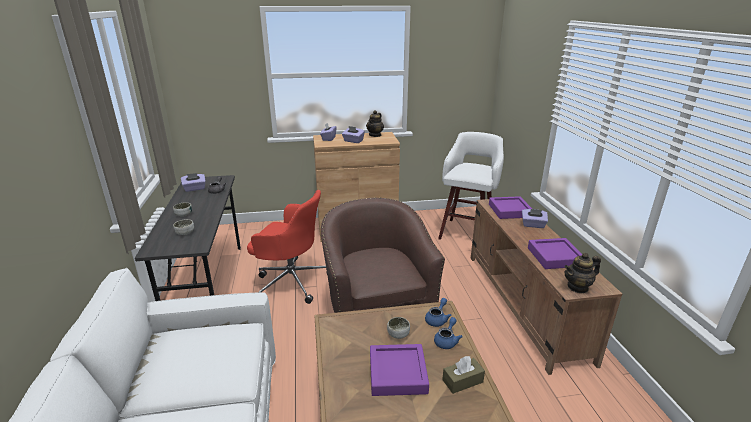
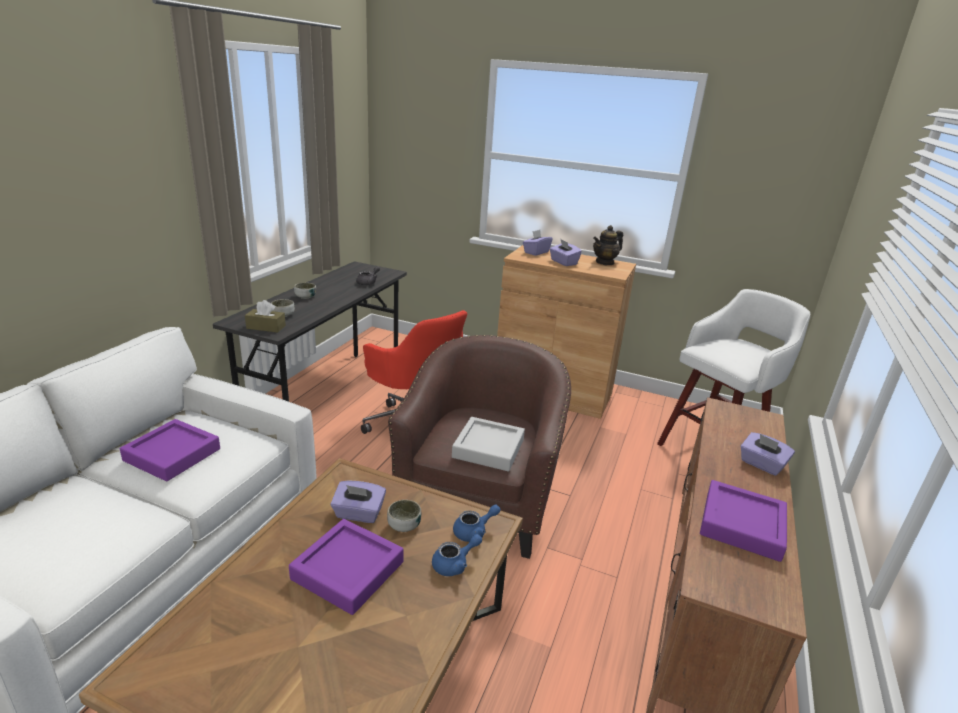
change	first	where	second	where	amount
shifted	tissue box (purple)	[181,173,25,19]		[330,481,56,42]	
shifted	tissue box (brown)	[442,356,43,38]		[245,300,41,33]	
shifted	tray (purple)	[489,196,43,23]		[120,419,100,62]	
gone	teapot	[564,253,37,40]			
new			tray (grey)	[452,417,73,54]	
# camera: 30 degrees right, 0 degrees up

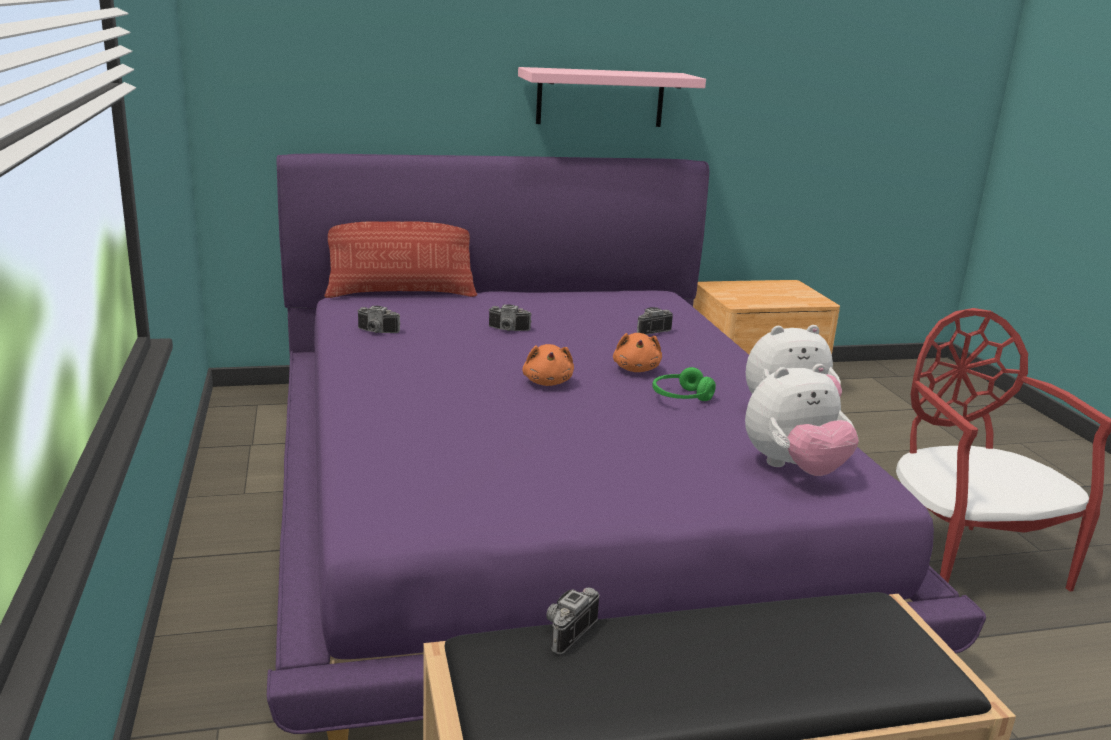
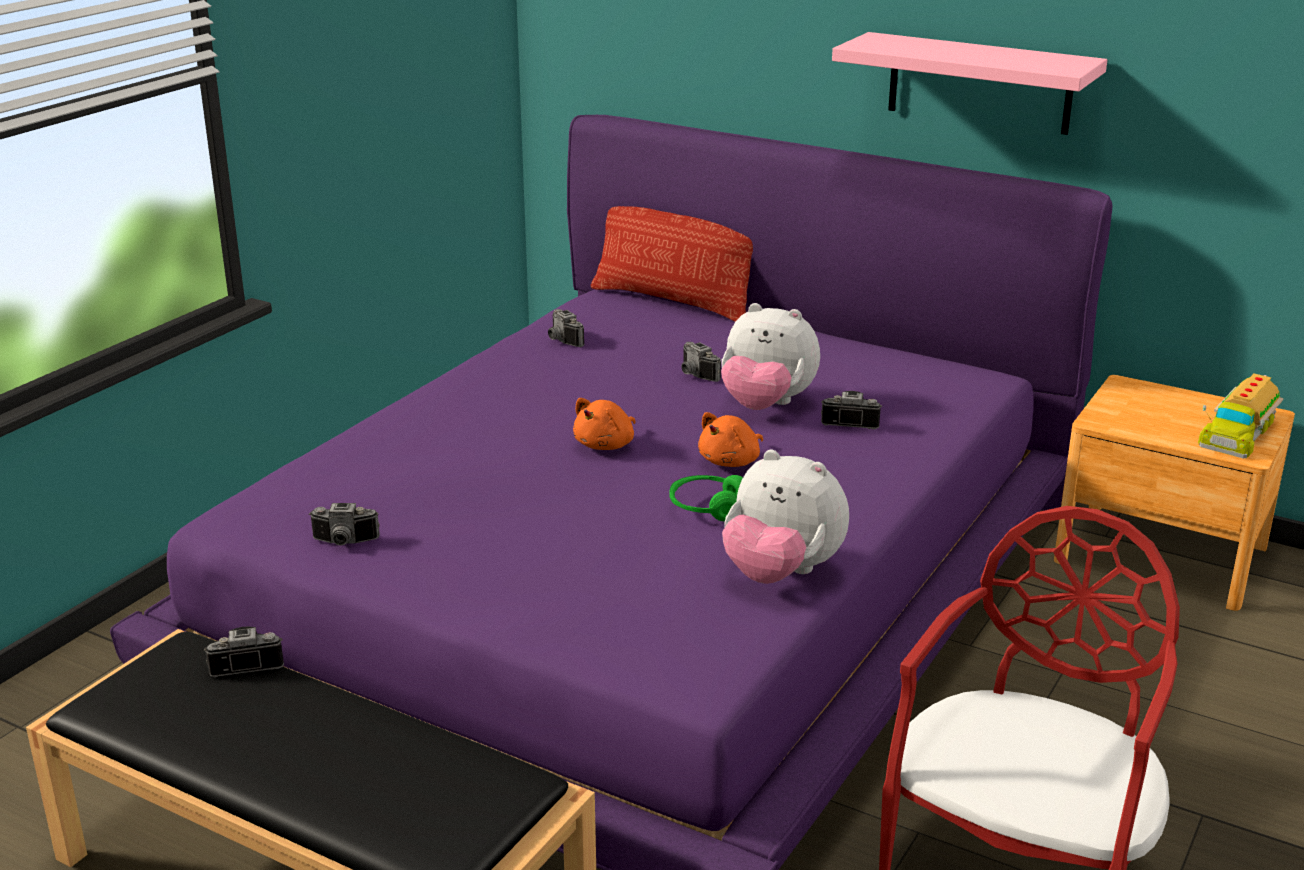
change	first	where	second	where	amount
shifted	plush toy	[745,364,114,112]		[721,303,99,107]	
new			photo camera	[309,503,71,42]	
new			toy truck	[1198,374,85,84]	
# camera: 45 degrees right, 5 degrees up

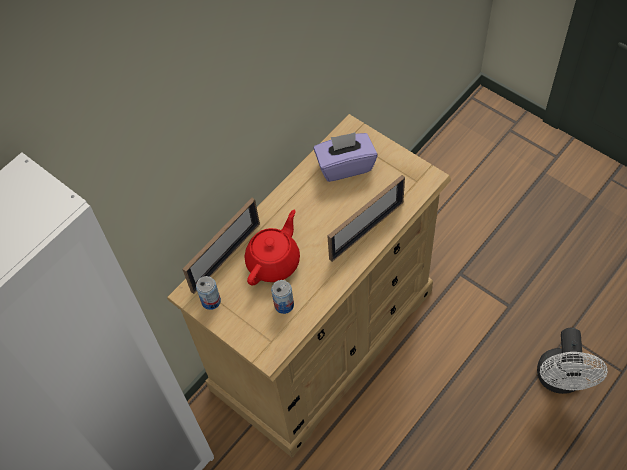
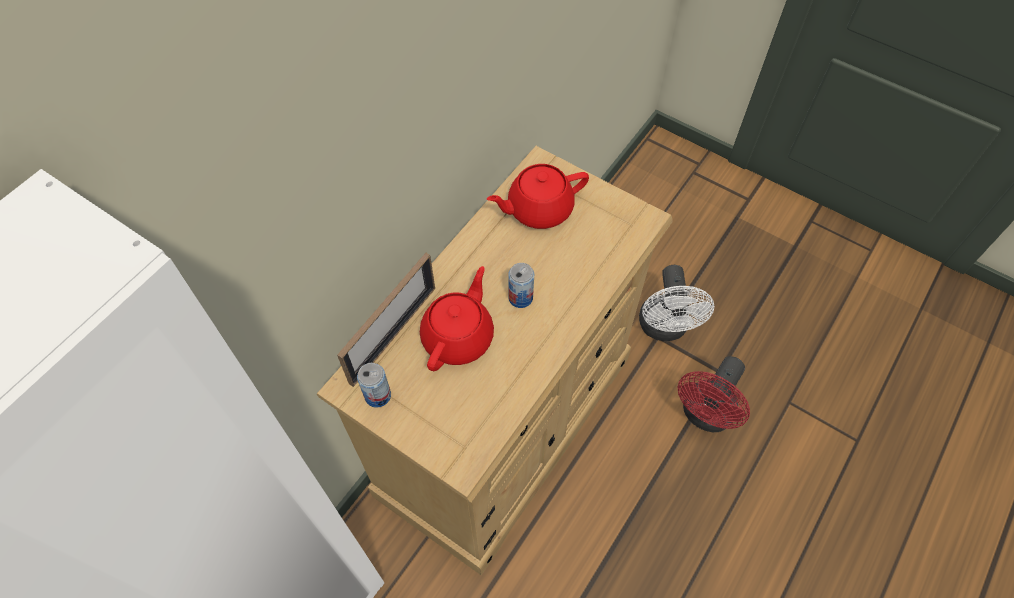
change	first	where	second	where	amount
shifted	can	[271,280,23,34]		[508,263,26,45]	
swapped	tissue box (purple)	[313,132,65,50]	teapot (red)	[487,164,102,65]	
gone	picture frame	[327,175,78,87]			
shifted	fan (white)	[537,328,71,66]		[639,265,75,76]	
new			fan (red)	[677,356,73,76]	
# camera: 10 degrees left, 0 degrees up

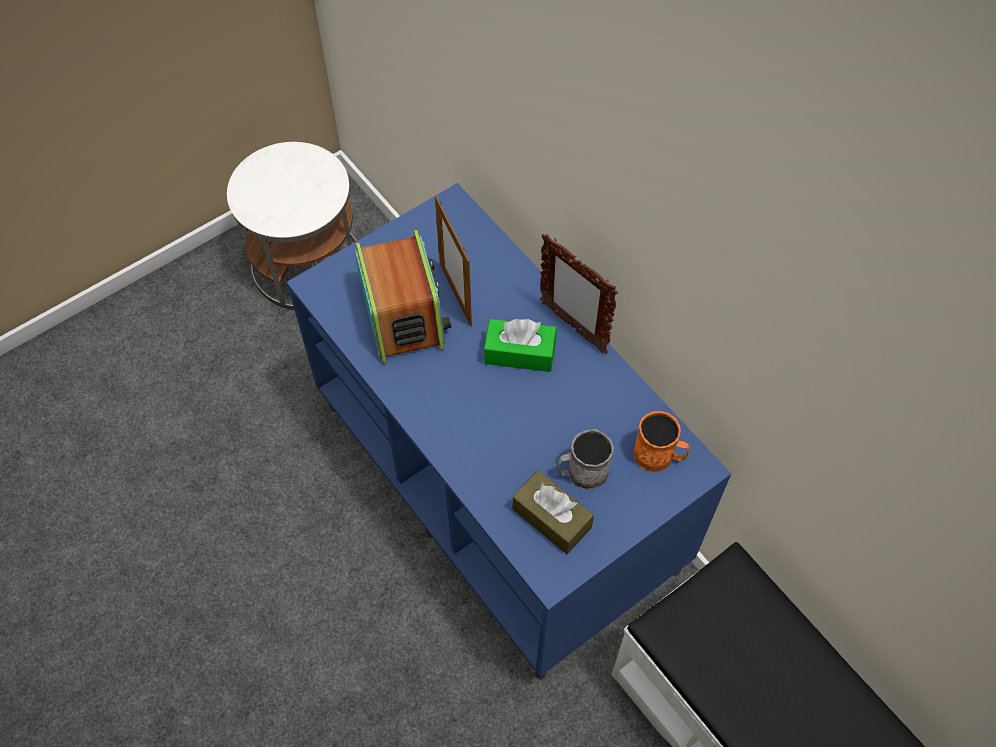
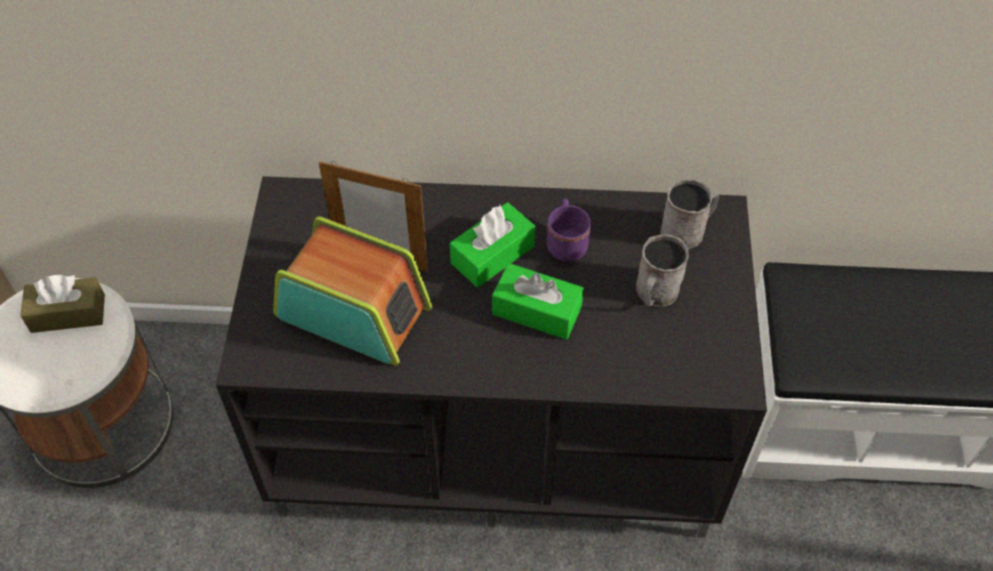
change	first	where	second	where	amount
repainted	tv stand (blue)	[287,183,444,497]	tv stand (black)	[216,176,551,362]	
shifted	tissue box (brown)	[512,470,82,84]		[20,275,85,58]	
gone	picture frame	[540,234,78,120]			
repainted	mug (orange)	[633,411,57,61]	mug (grey)	[661,178,58,71]	
new			tissue box (green)	[492,263,92,77]	
new			mug (purple)	[547,199,44,62]	
# camera: 50 degrees left, 5 degrees down

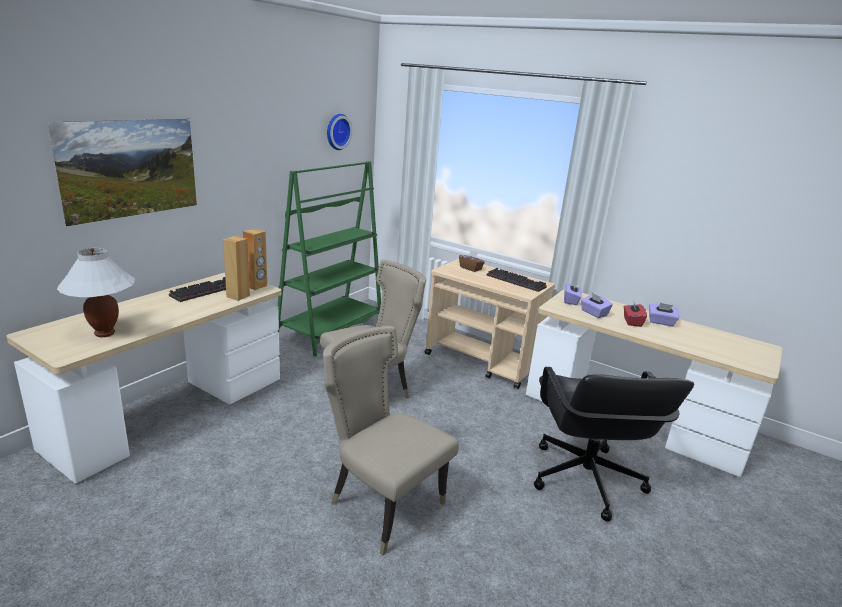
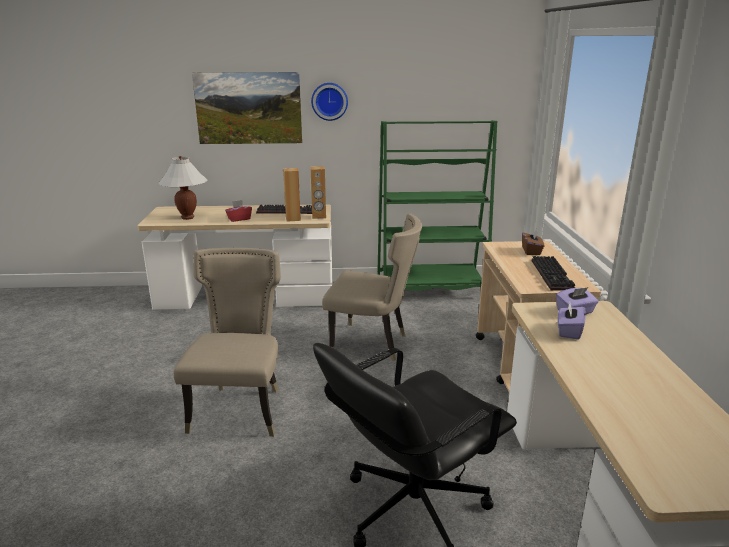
change	first	where	second	where	amount
shifted	wall clock	[327,114,25,36]		[311,83,37,38]	
shifted	tissue box (red)	[624,300,23,27]		[225,200,27,22]	
gone	tissue box (purple)	[649,303,30,23]			
# camera: 55 degrees right, 0 degrees up

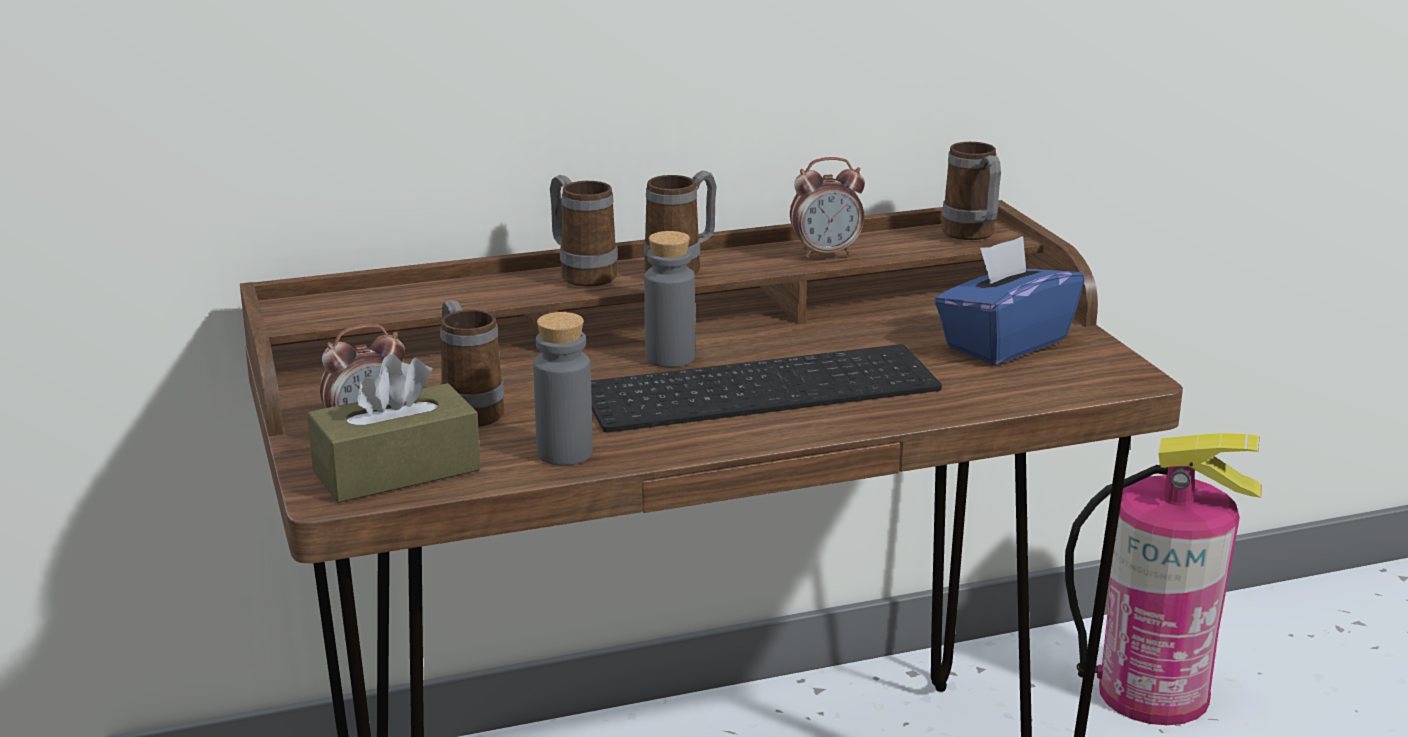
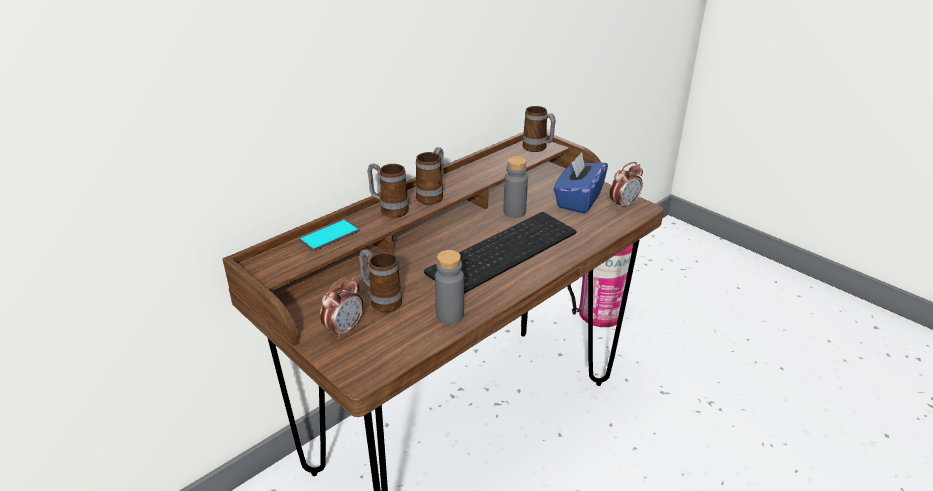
change	first	where	second	where	amount
gone	tissue box (brown)	[307,354,174,149]			
shifted	bottle (grey)	[644,231,51,136]		[504,156,24,62]	
shifted	alarm clock	[790,157,75,101]		[609,162,34,48]	
new			phone	[299,219,61,32]	
# camera: 25 degrees left, 10 degrees up

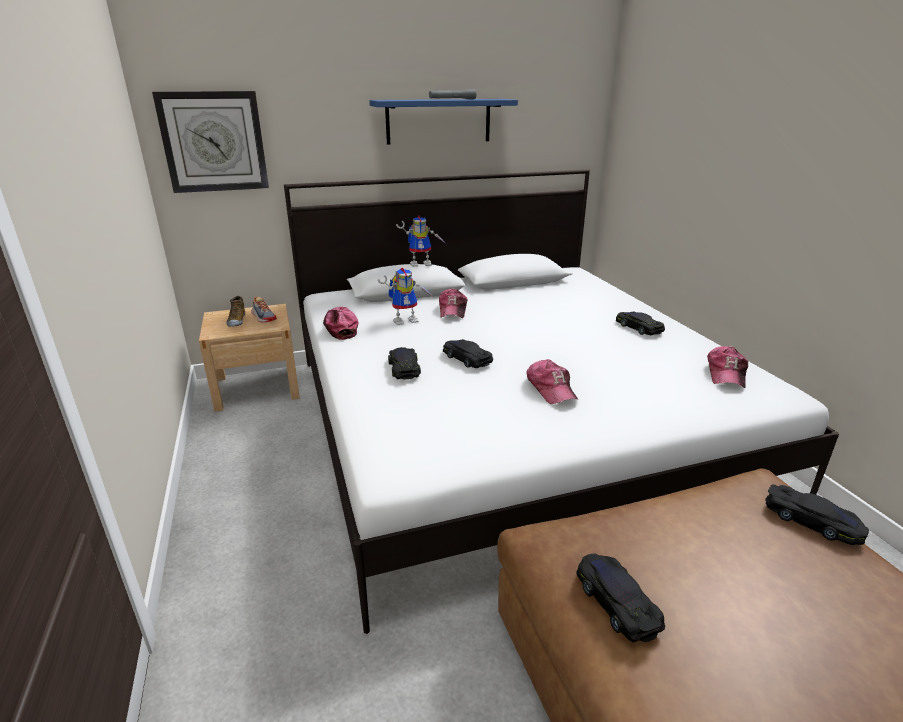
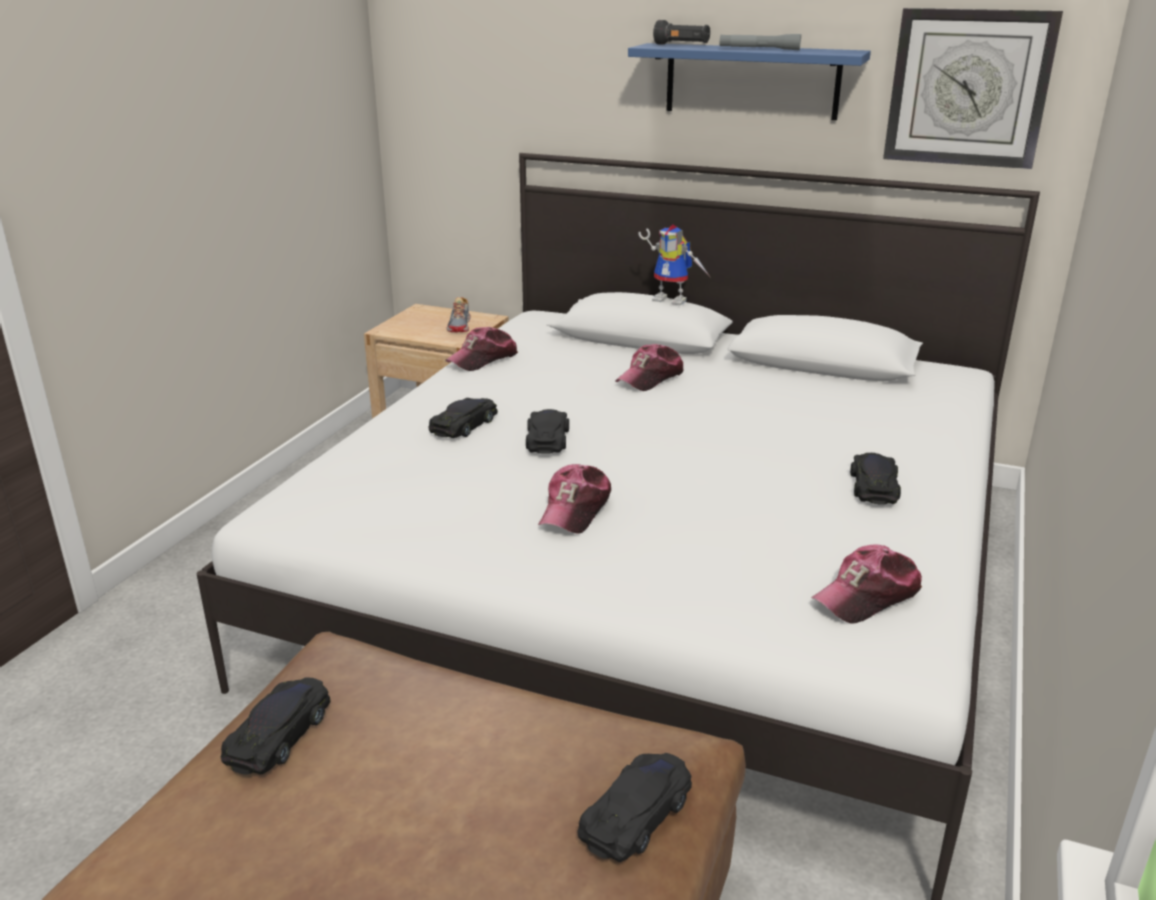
change	first	where	second	where	amount
shifted	wall clock	[152,91,117,102]		[883,8,180,161]	
gone	shoe	[226,296,19,31]			
rotated	cap	[323,307,35,33]		[445,327,73,44]	150 degrees counterclockwise
gone	toy robot	[378,268,54,57]			
rotated	toy car (black)	[765,485,104,60]		[577,753,115,109]	135 degrees counterclockwise
new			flashlight (black)	[653,20,57,25]	
# camera: 40 degrees right, 0 degrees up

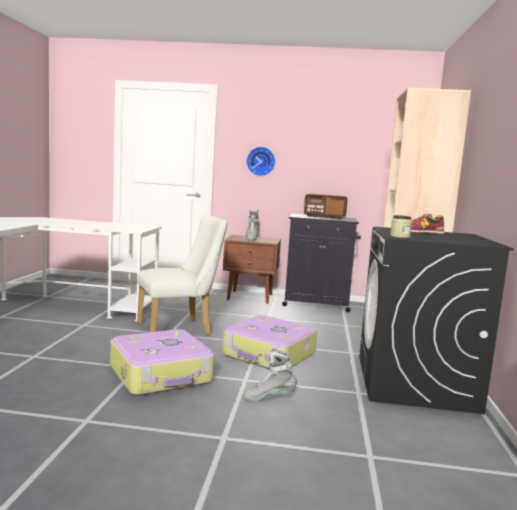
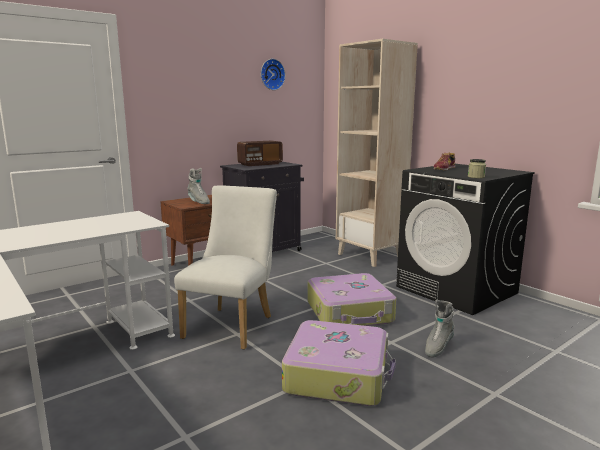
change	first	where	second	where	amount
shifted	wall clock	[246,147,29,29]		[261,59,25,31]	
# camera: 45 degrees left, 5 degrees up

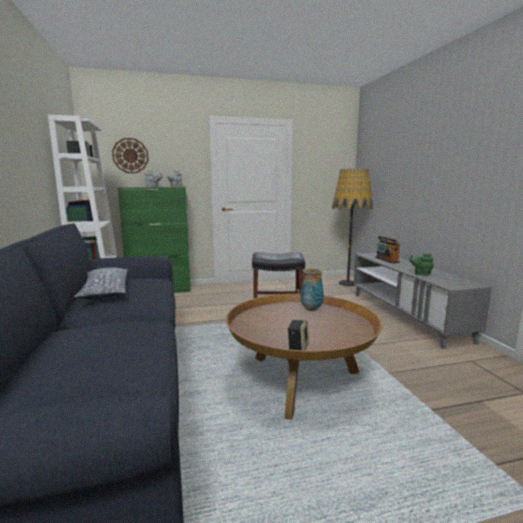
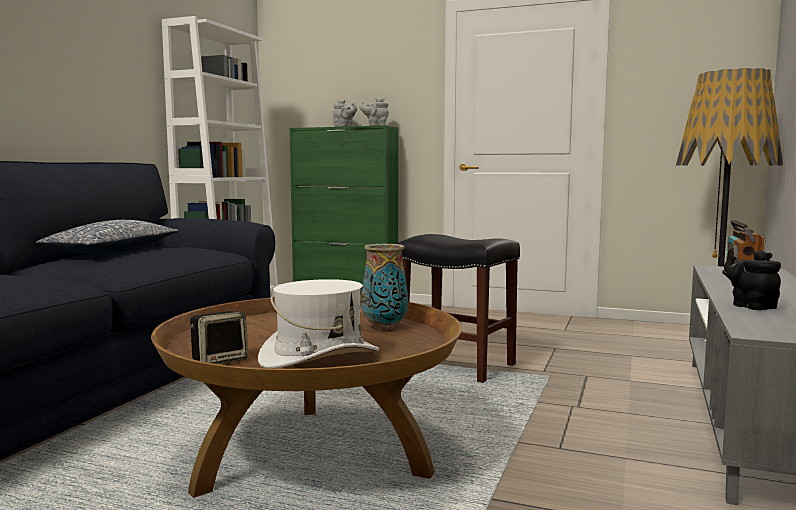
change	first	where	second	where	amount
gone	wall clock	[112,138,37,35]			
repainted	teapot (green)	[409,253,25,23]	teapot (black)	[724,251,57,59]	
new			hat (white)	[258,279,121,90]	
# camera: 35 degrees right, 5 degrees down

